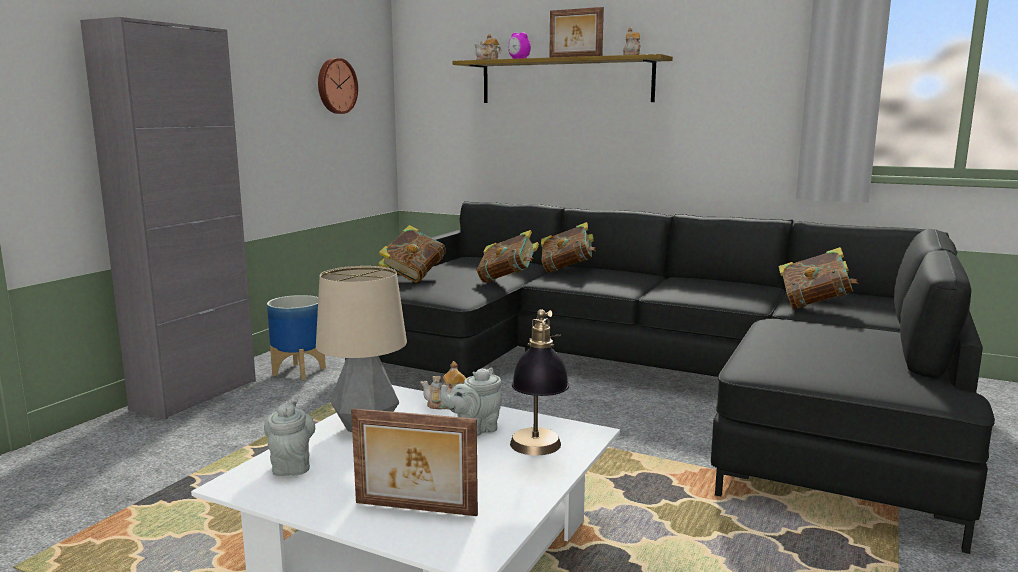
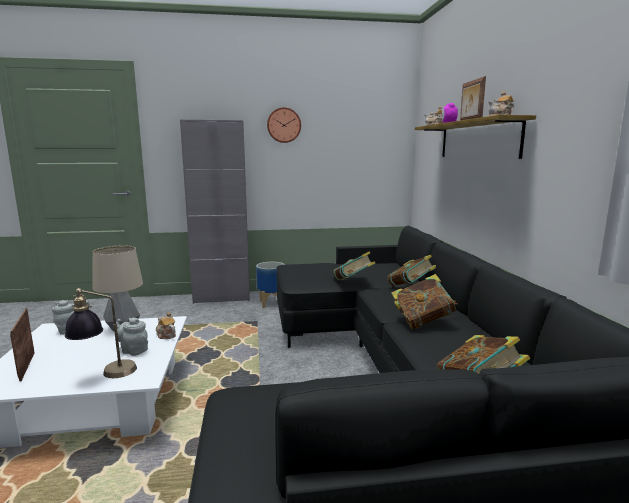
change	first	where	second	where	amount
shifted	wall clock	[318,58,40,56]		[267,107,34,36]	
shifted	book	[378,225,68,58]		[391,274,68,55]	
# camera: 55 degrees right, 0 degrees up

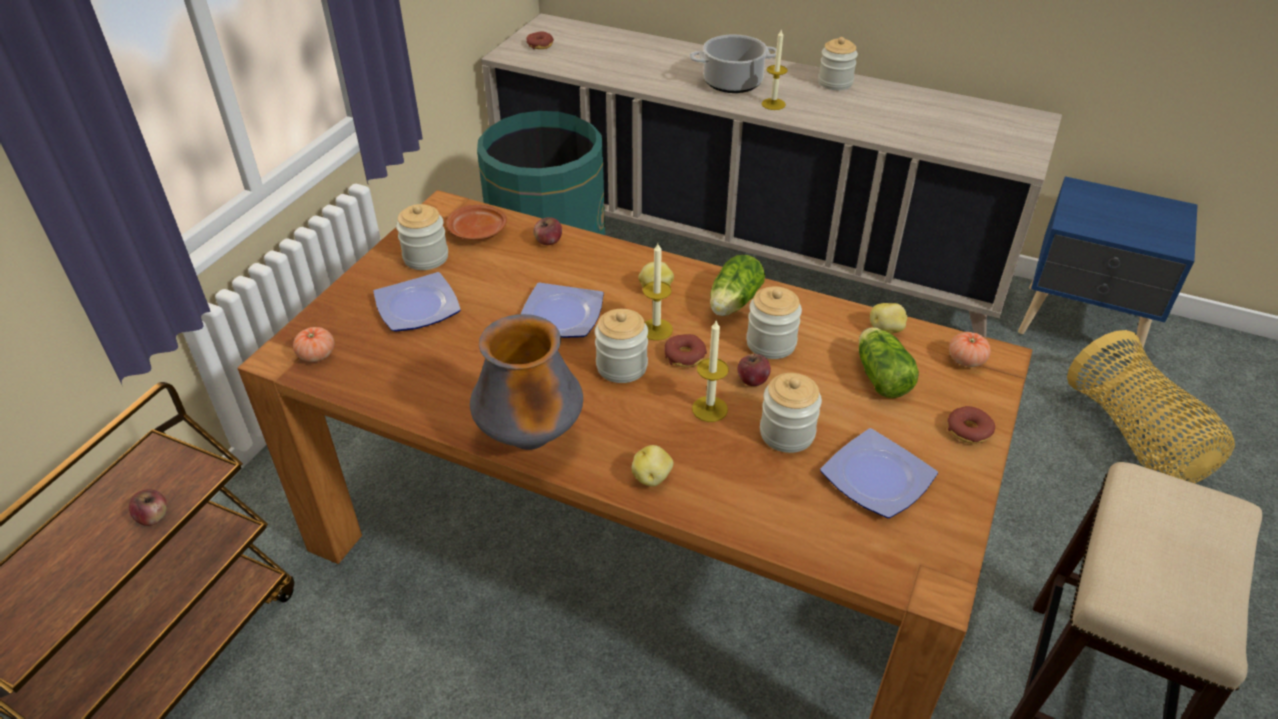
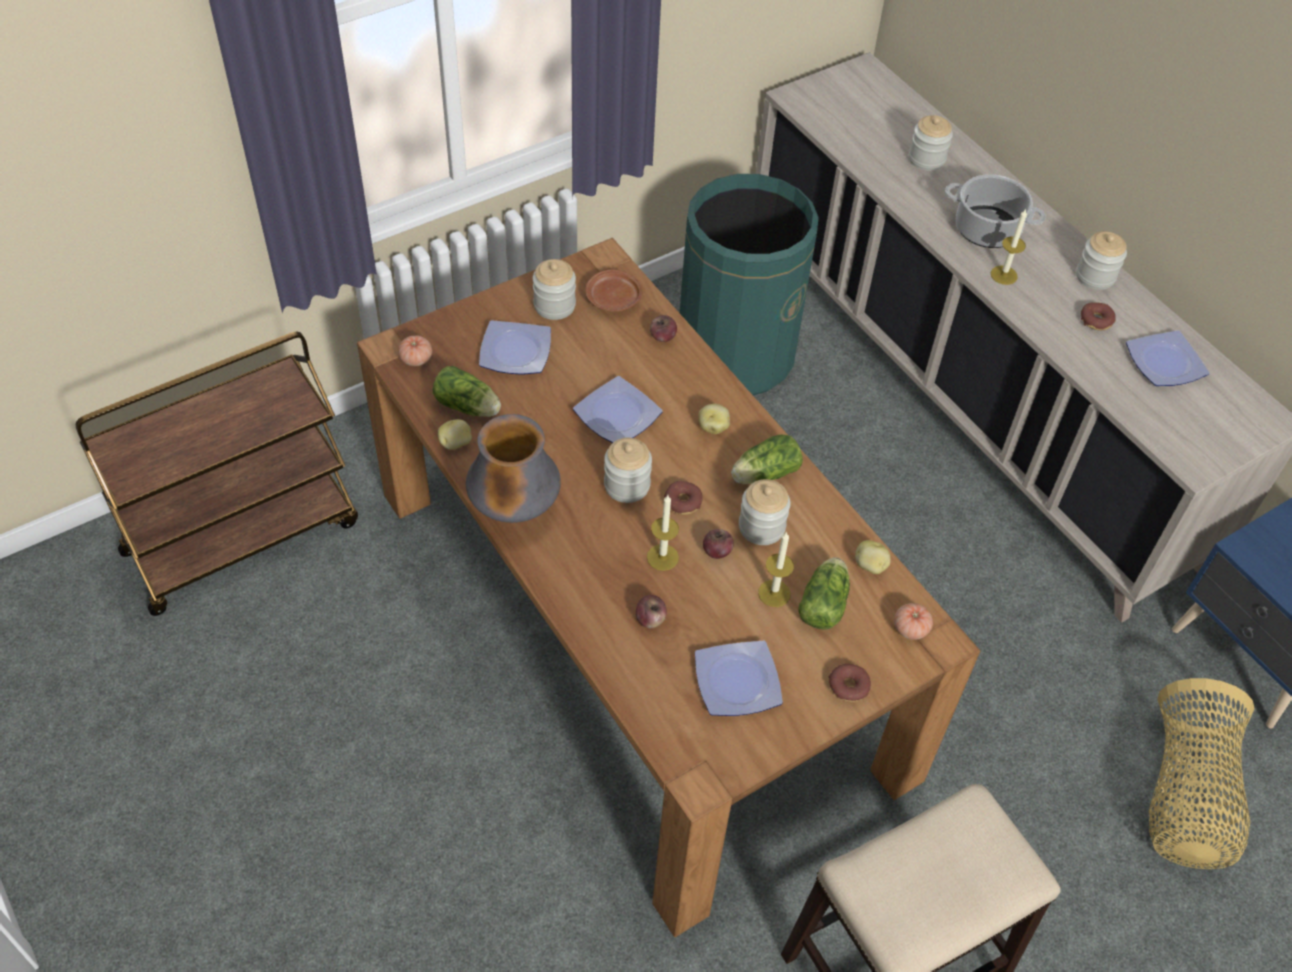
change	first	where	second	where	amount
shifted	apple	[129,489,38,37]		[636,595,31,34]	
shifted	donut	[526,31,28,18]		[1081,302,35,29]	
shifted	potato	[631,445,43,42]		[438,419,34,31]	
shifted	candle	[643,243,30,98]		[758,531,36,76]	
shifted	jar	[760,373,62,80]		[909,115,44,56]	
new			lettuce	[433,366,68,51]	
new			plate	[1126,331,83,55]	
# camera: 30 degrees right, 10 degrees up

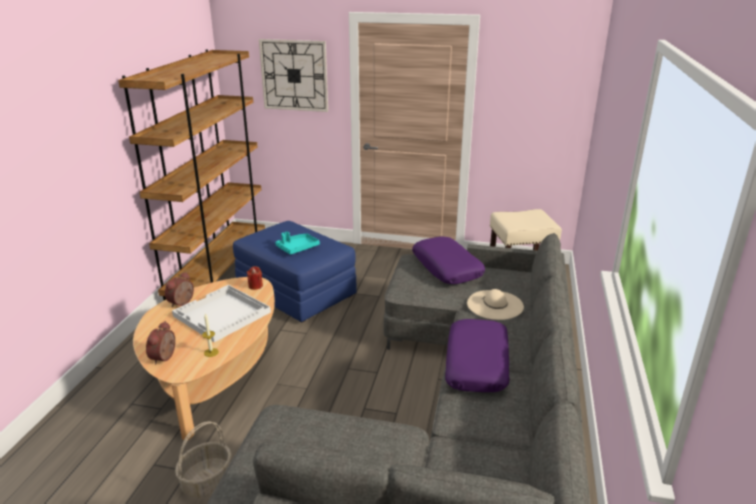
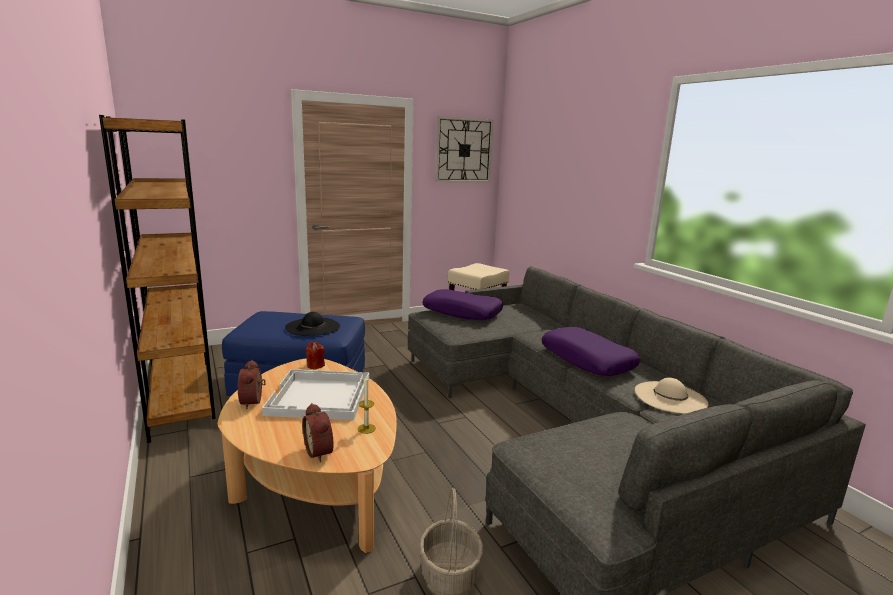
change	first	where	second	where	amount
shifted	wall clock	[259,39,69,73]		[435,116,59,66]	
swapped	tray (turquoise)	[275,231,45,24]	hat (black)	[285,312,55,24]	
shifted	hat (beige)	[467,289,57,31]		[635,378,73,36]	
# camera: 40 degrees left, 10 degrees down

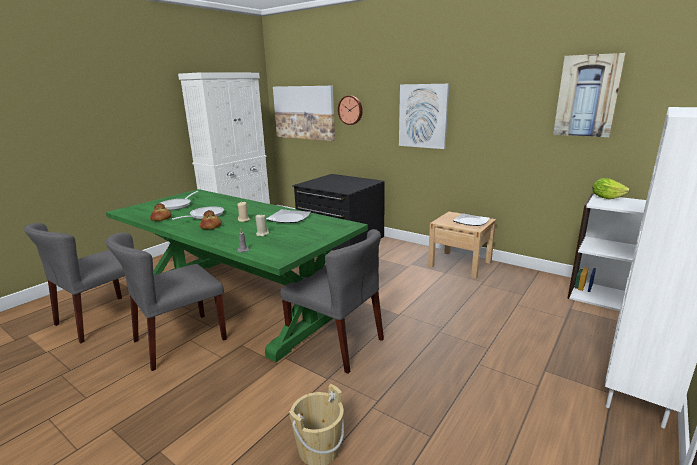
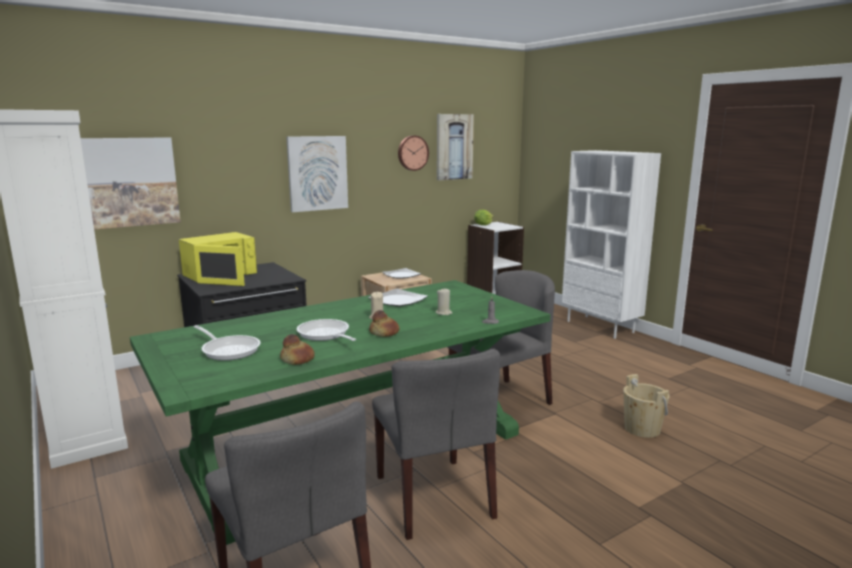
change	first	where	second	where	amount
shifted	wall clock	[338,95,25,30]		[398,135,31,36]	
new			microwave (yellow)	[179,232,78,54]	
# camera: 70 degrees left, 5 degrees down

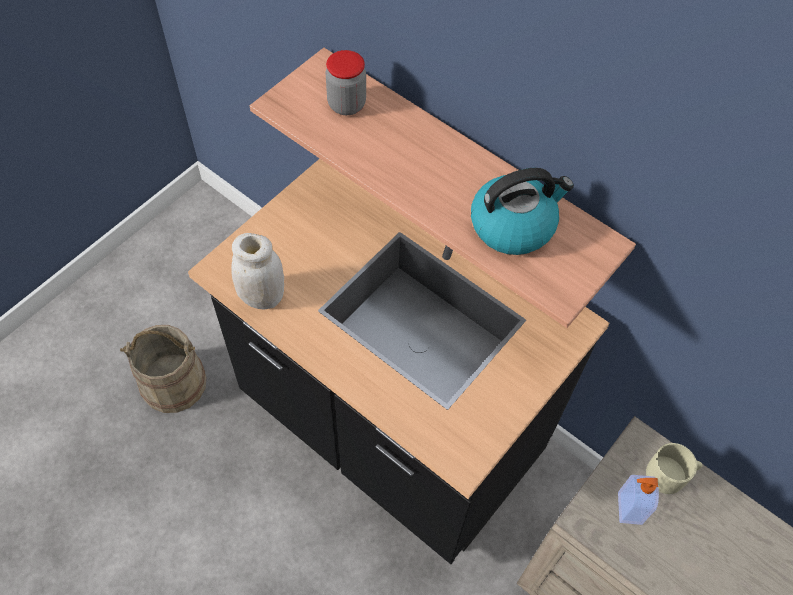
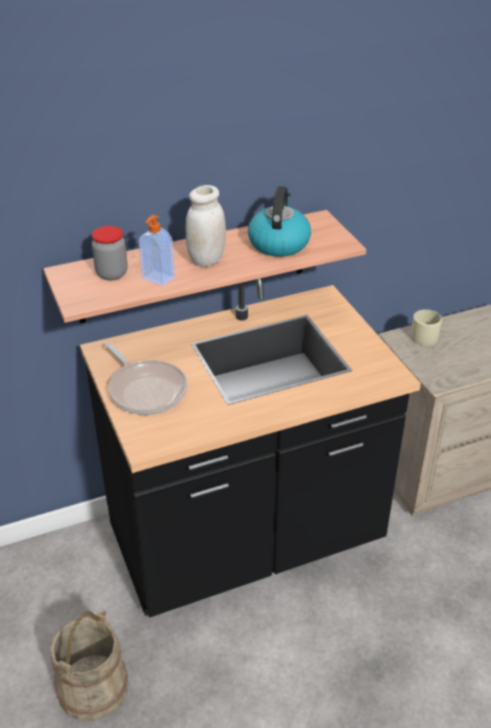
change	first	where	second	where	amount
shifted	jar (white)	[231,233,53,76]		[185,185,41,82]	
shifted	soap dispenser	[618,475,41,50]		[139,215,36,71]	
new			frying pan	[105,342,83,73]	
# camera: 60 degrees left, 20 degrees down

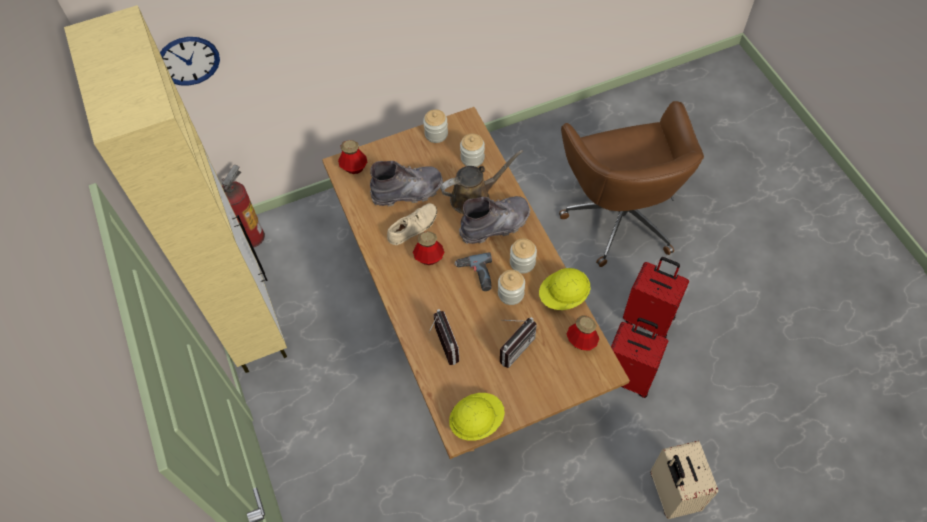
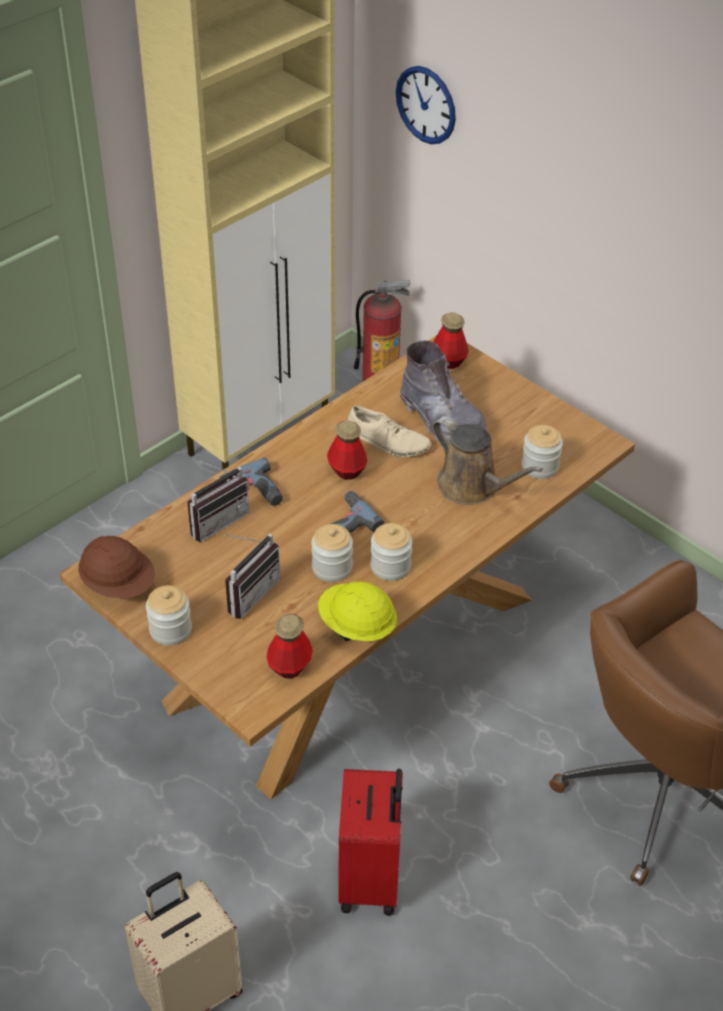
change	first	where	second	where	amount
shifted	jar	[423,109,25,34]		[146,585,46,61]	
repainted	hard hat (yellow)	[449,393,56,48]	hard hat (brown)	[78,536,77,62]	
gone	boot (grey)	[459,196,71,48]			
rotated	radio	[500,317,37,51]		[224,534,56,85]	75 degrees counterclockwise
gone	suitcase (red)	[623,257,66,81]			
new			power drill	[219,457,64,49]	
# camera: 65 degrees right, 15 degrees down

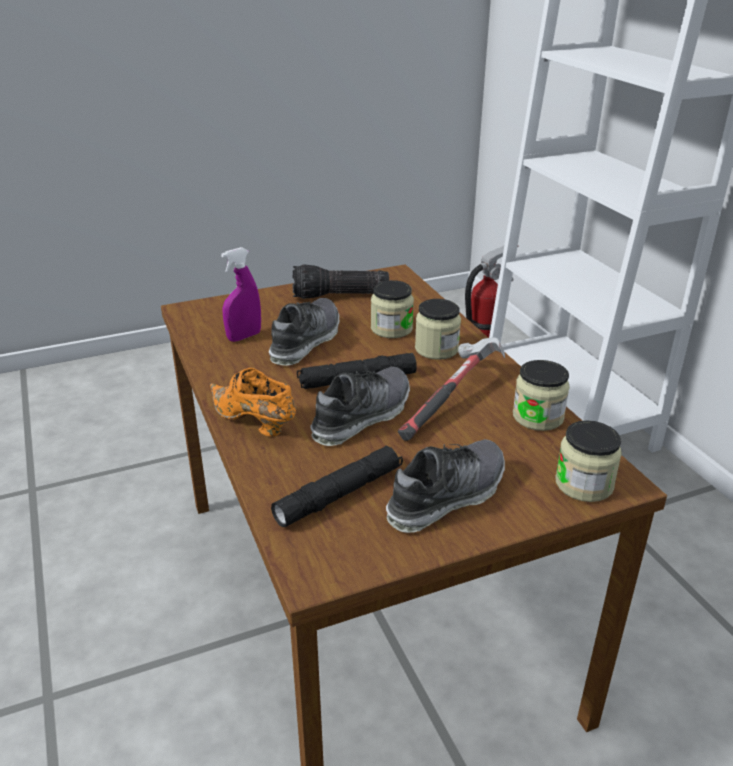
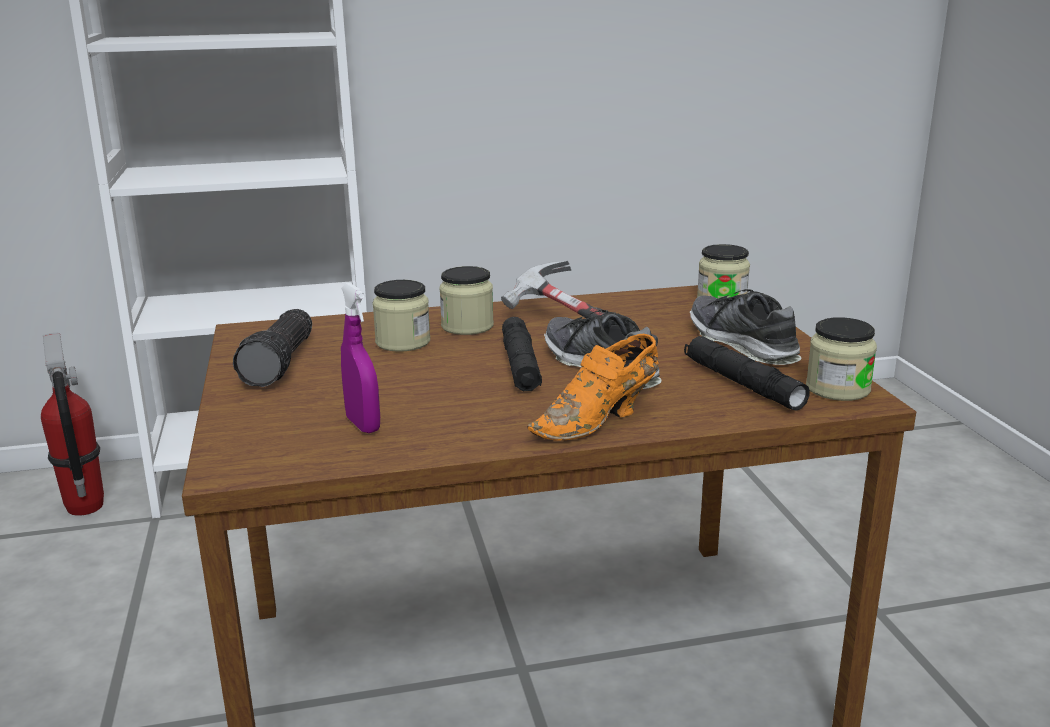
change	first	where	second	where	amount
gone	shoe	[269,298,71,68]			
shifted	jar	[513,360,57,71]		[806,317,71,84]	
# camera: 80 degrees left, 10 degrees down

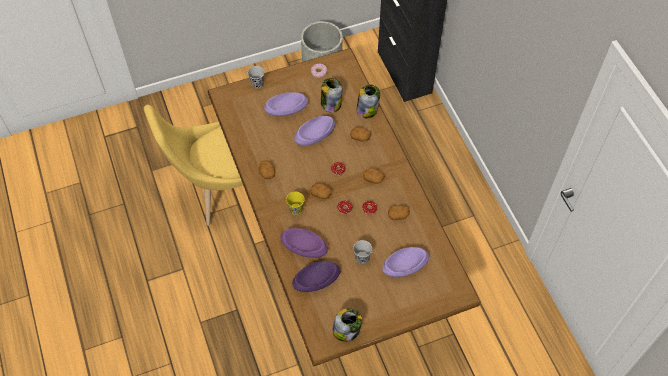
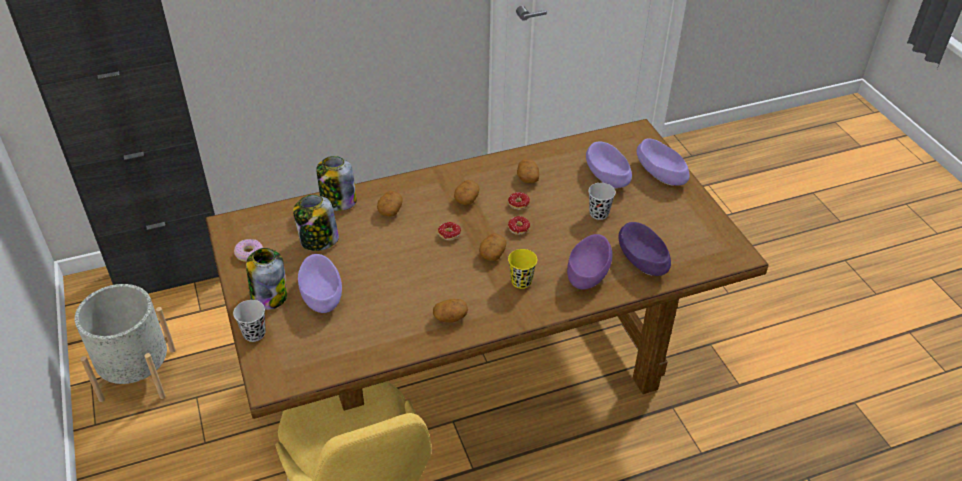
change	first	where	second	where	amount
shifted	bowl (purple)	[294,116,41,30]		[637,139,53,46]	
shifted	jar	[332,308,30,34]		[246,248,41,62]	
# camera: 90 degrees left, 15 degrees down

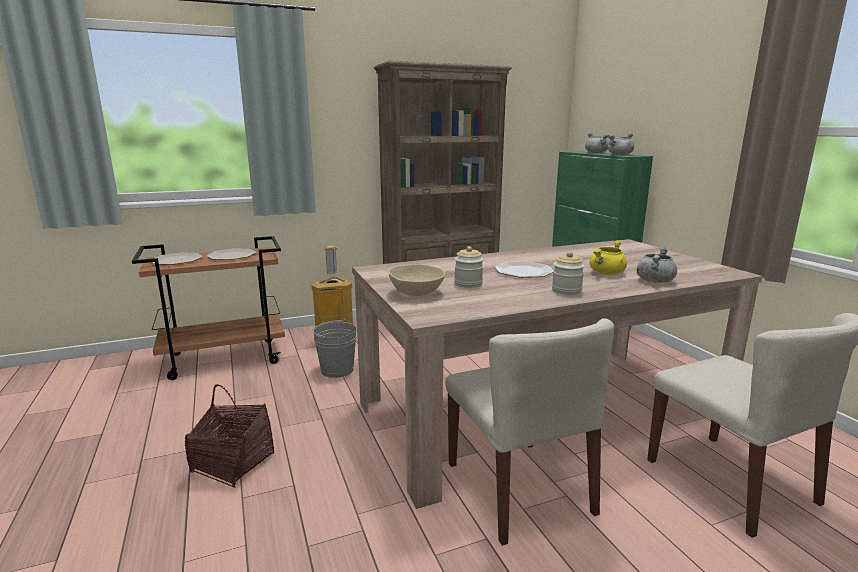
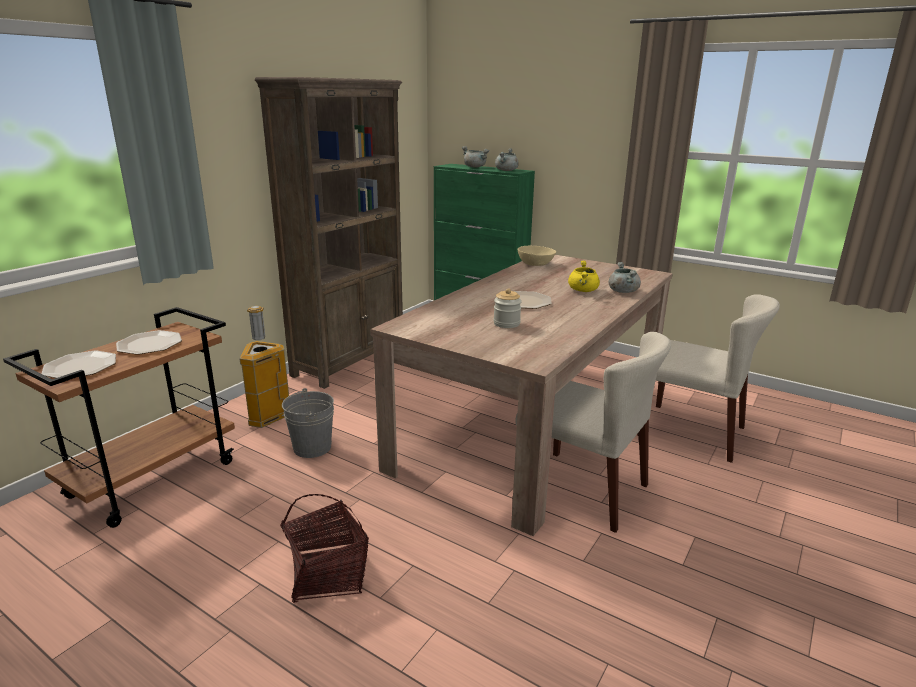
change	first	where	second	where	amount
shifted	bowl (beige)	[389,264,56,32]		[518,246,38,20]	
gone	jar	[552,251,32,44]			
# camera: 35 degrees left, 5 degrees up

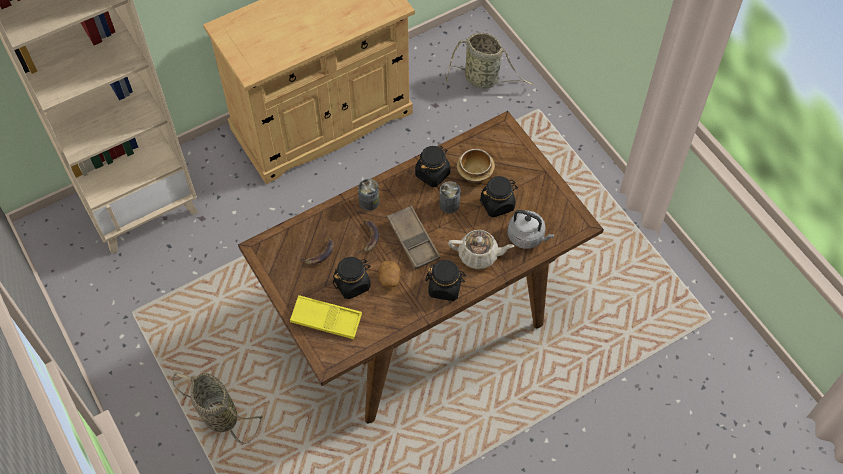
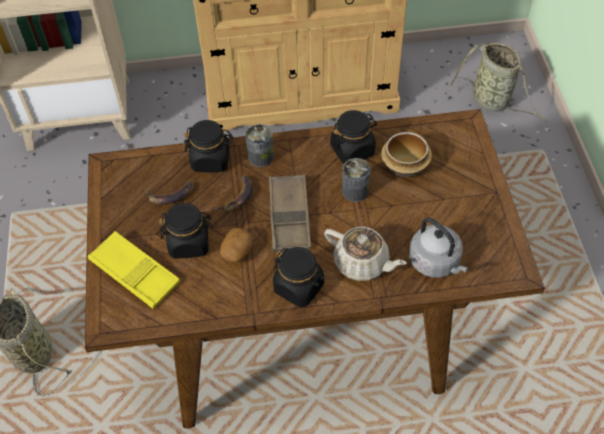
change	first	where	second	where	amount
shifted	jar (black)	[480,176,38,42]		[184,120,49,52]	
# camera: 25 degrees right, 5 degrees down

